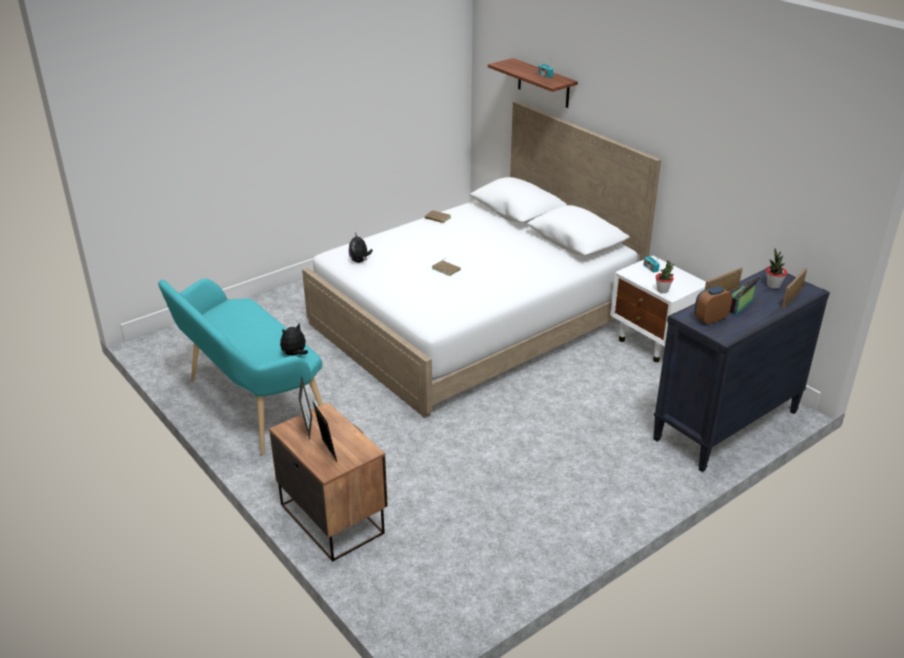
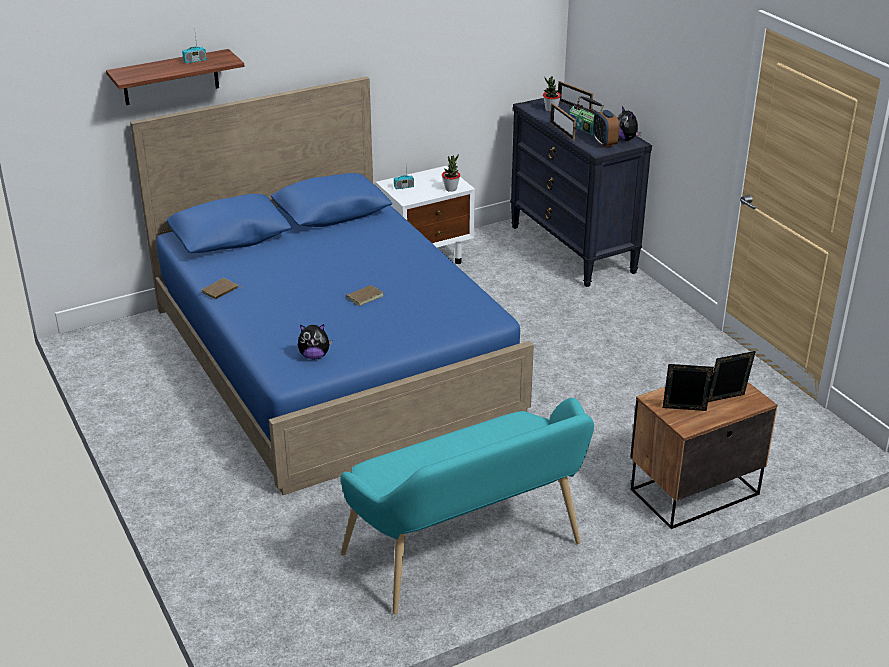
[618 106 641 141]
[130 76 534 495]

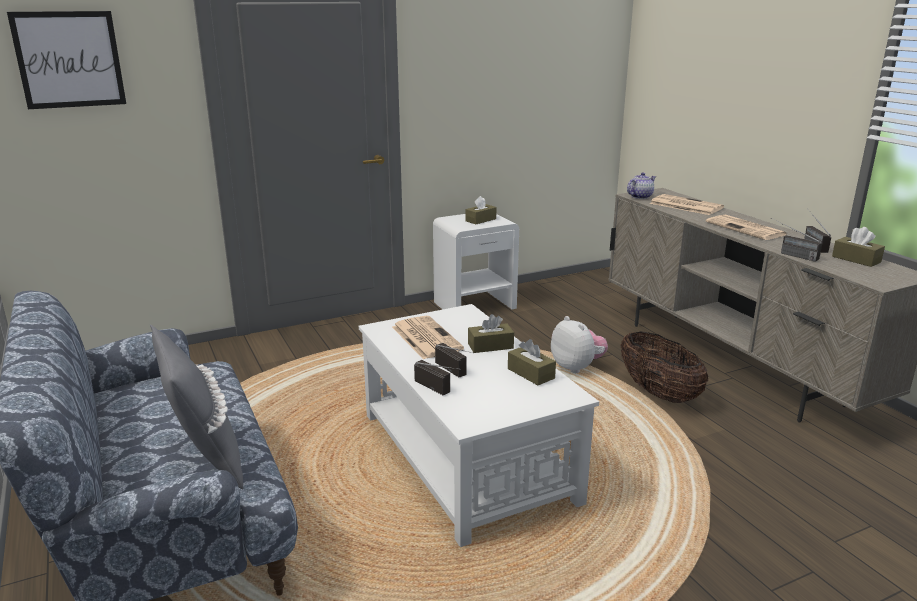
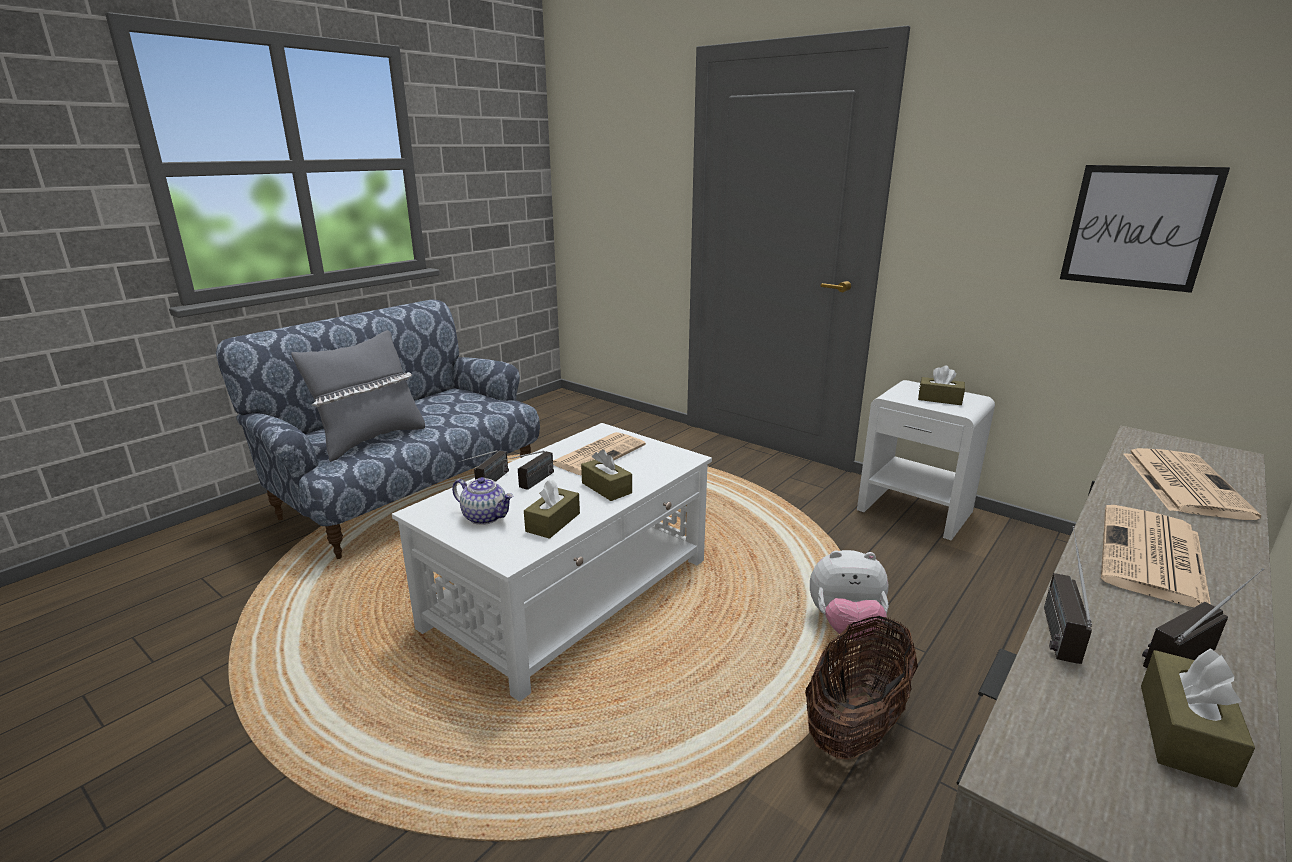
[1060 165 1230 293]
[810 550 889 640]
[452 477 514 525]

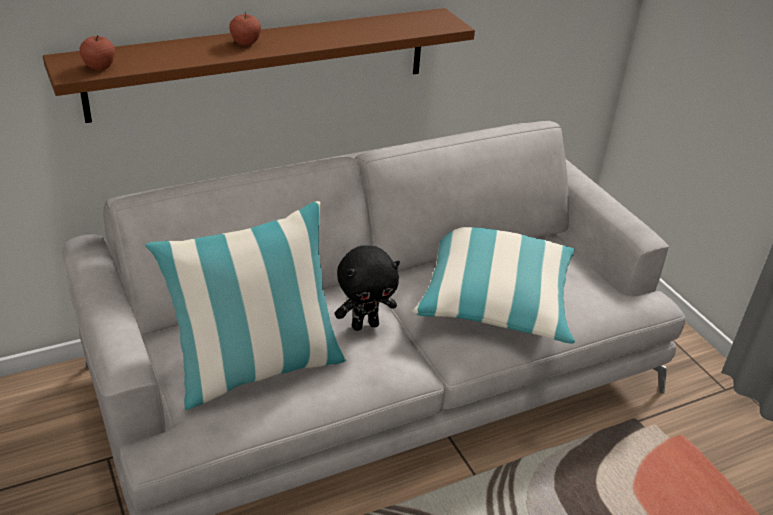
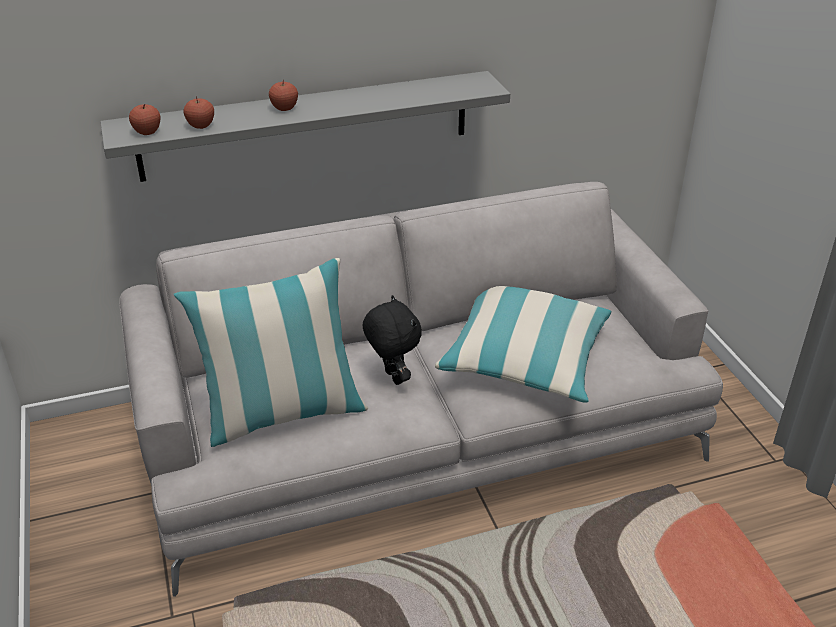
[100 71 510 182]
[363 295 422 385]
[184 97 214 129]

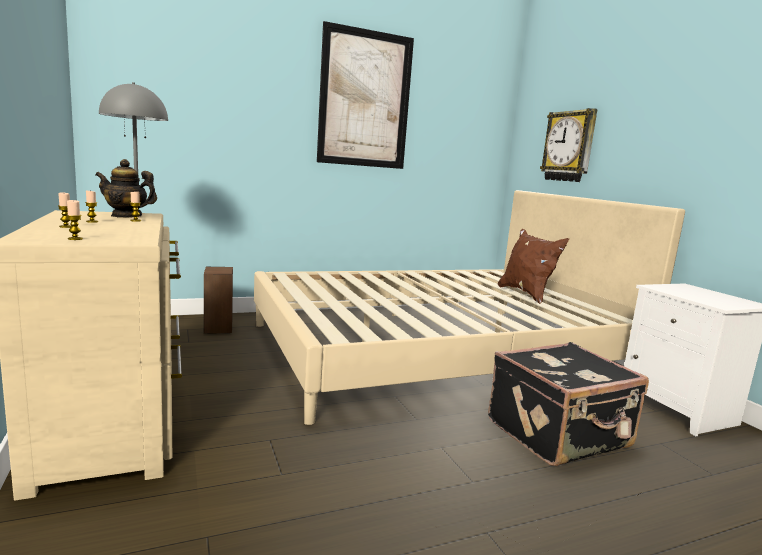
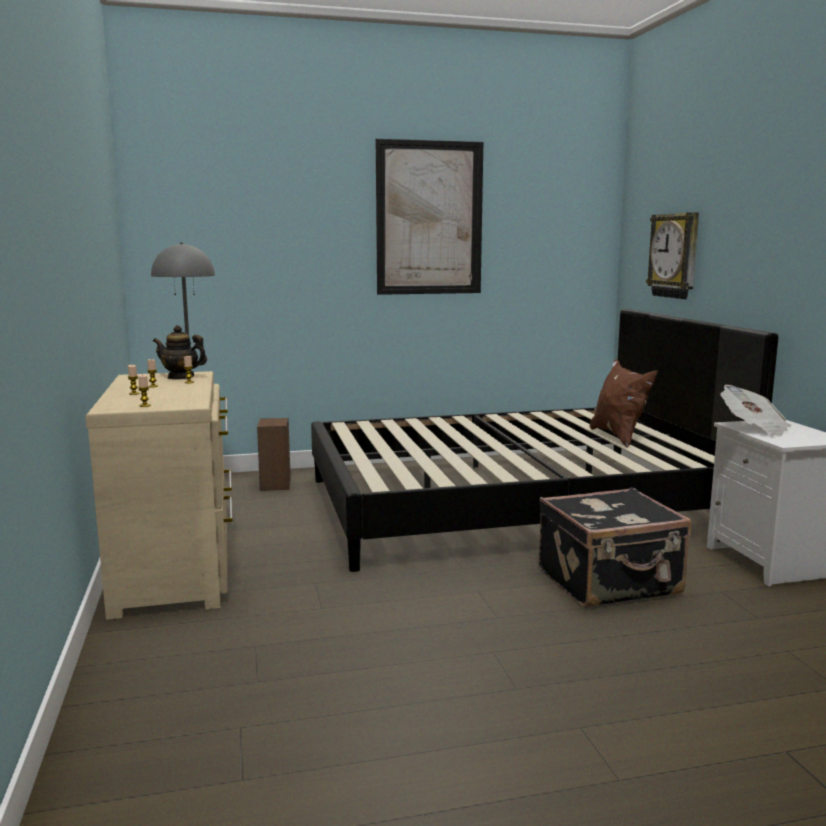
[311 309 778 572]
[720 385 791 437]

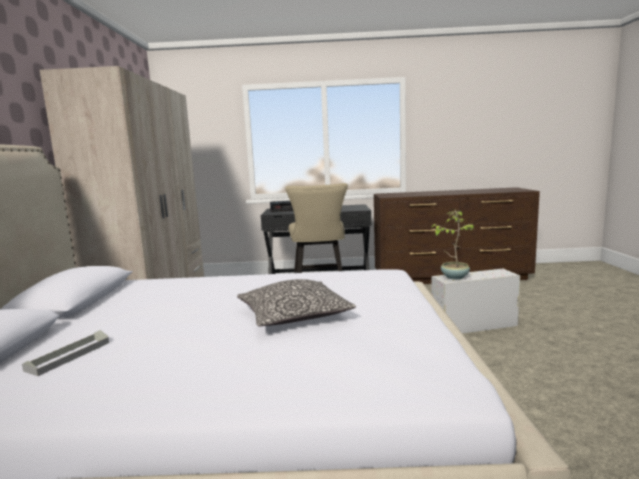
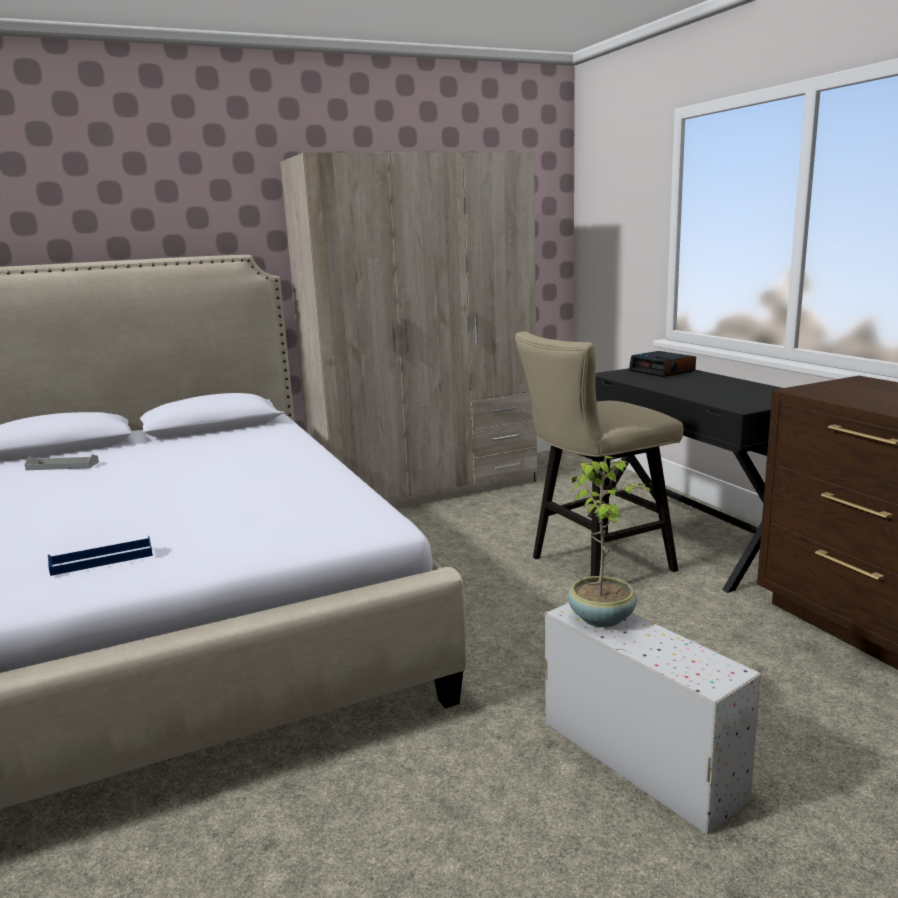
[237 279 356 326] (first image)
[48 536 153 576]

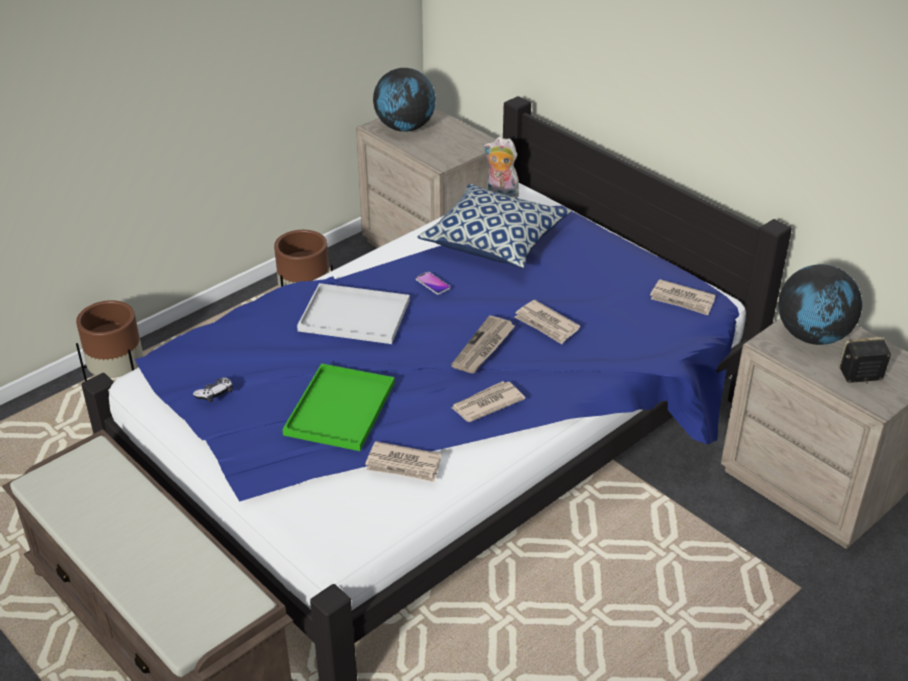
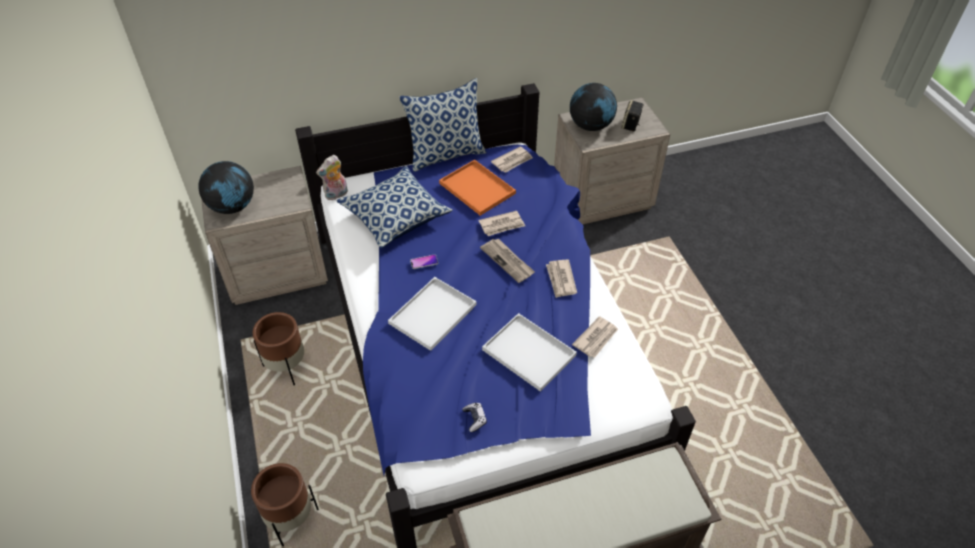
[482 313 577 392]
[399 78 487 172]
[439 160 516 216]

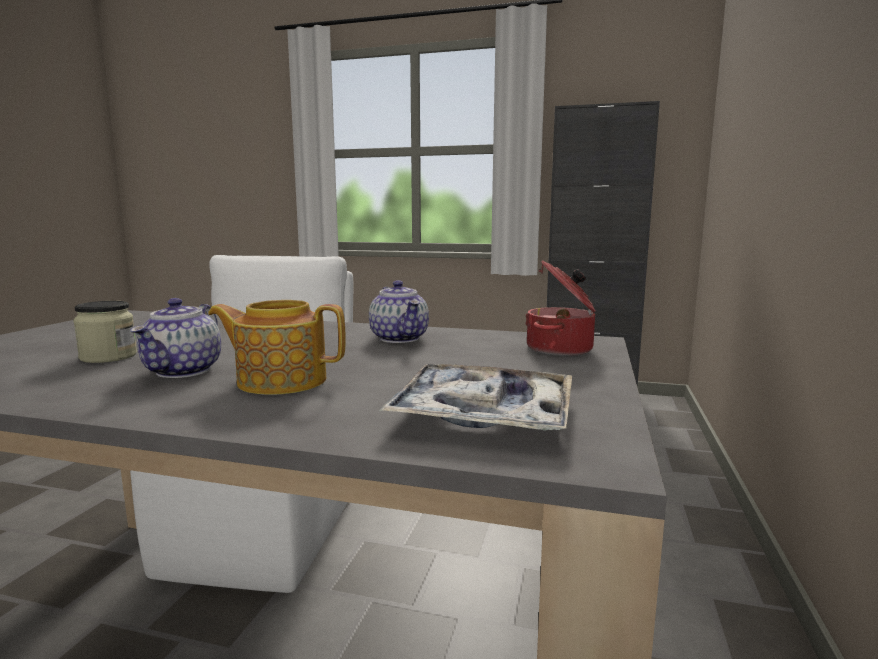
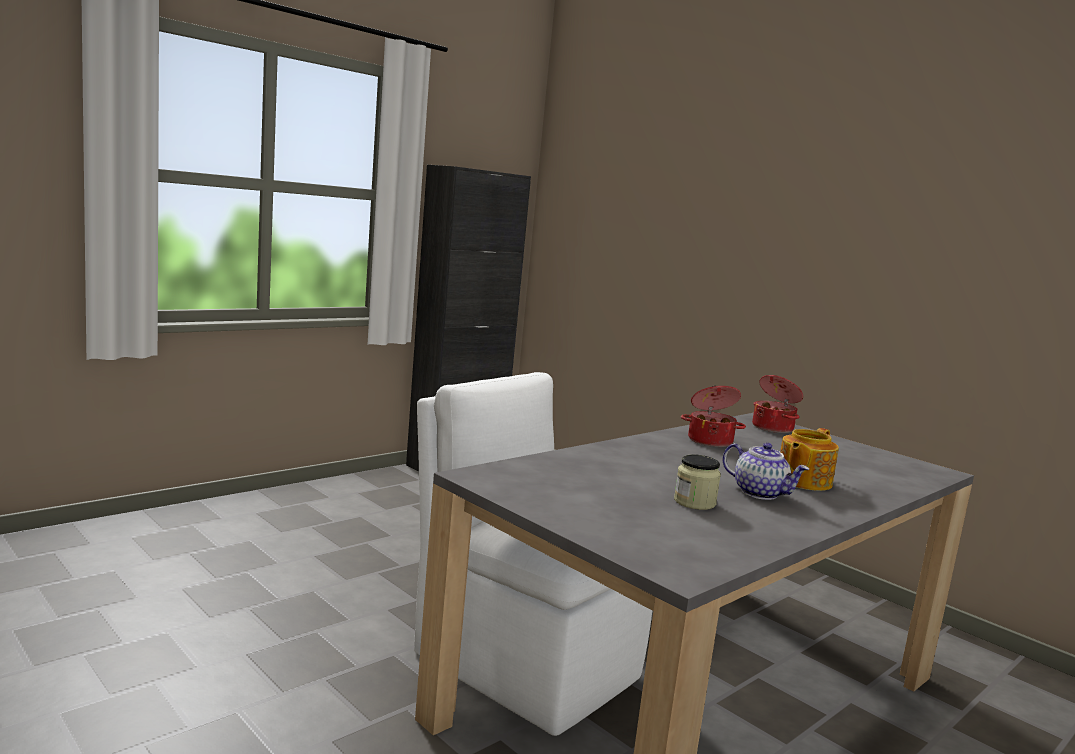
[681 386 746 447]
[379 364 572 431] (first image)

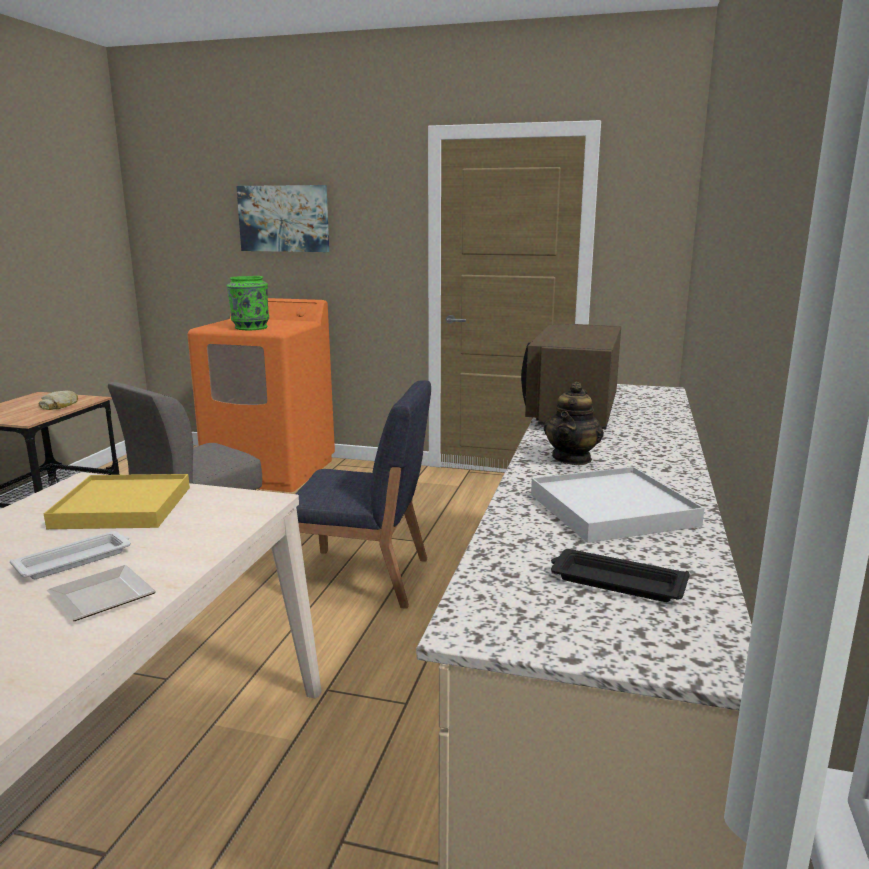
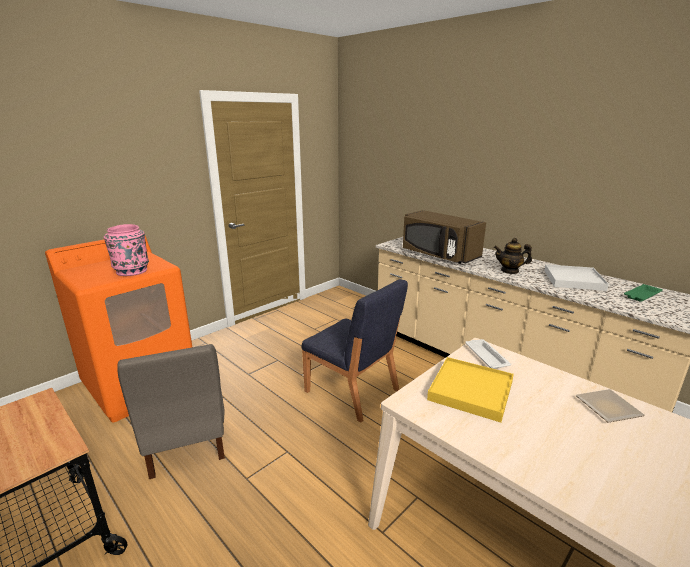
[465 339 511 369]
[39 391 78 410] (first image)
[104 224 149 276]
[236 185 329 252] (first image)
[301 279 408 423]
[494 238 532 274]
[624 284 663 302]

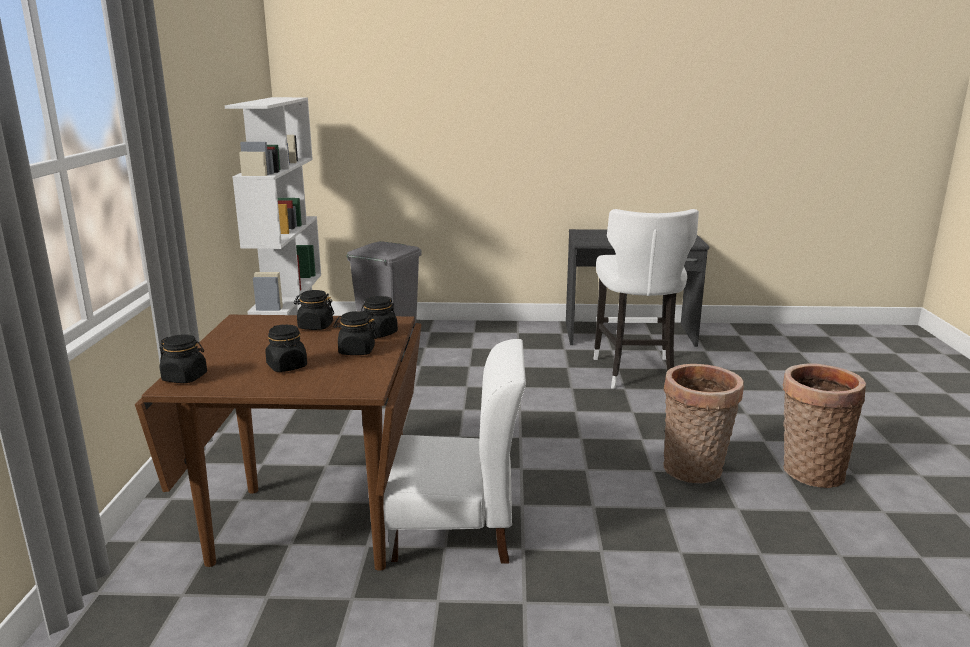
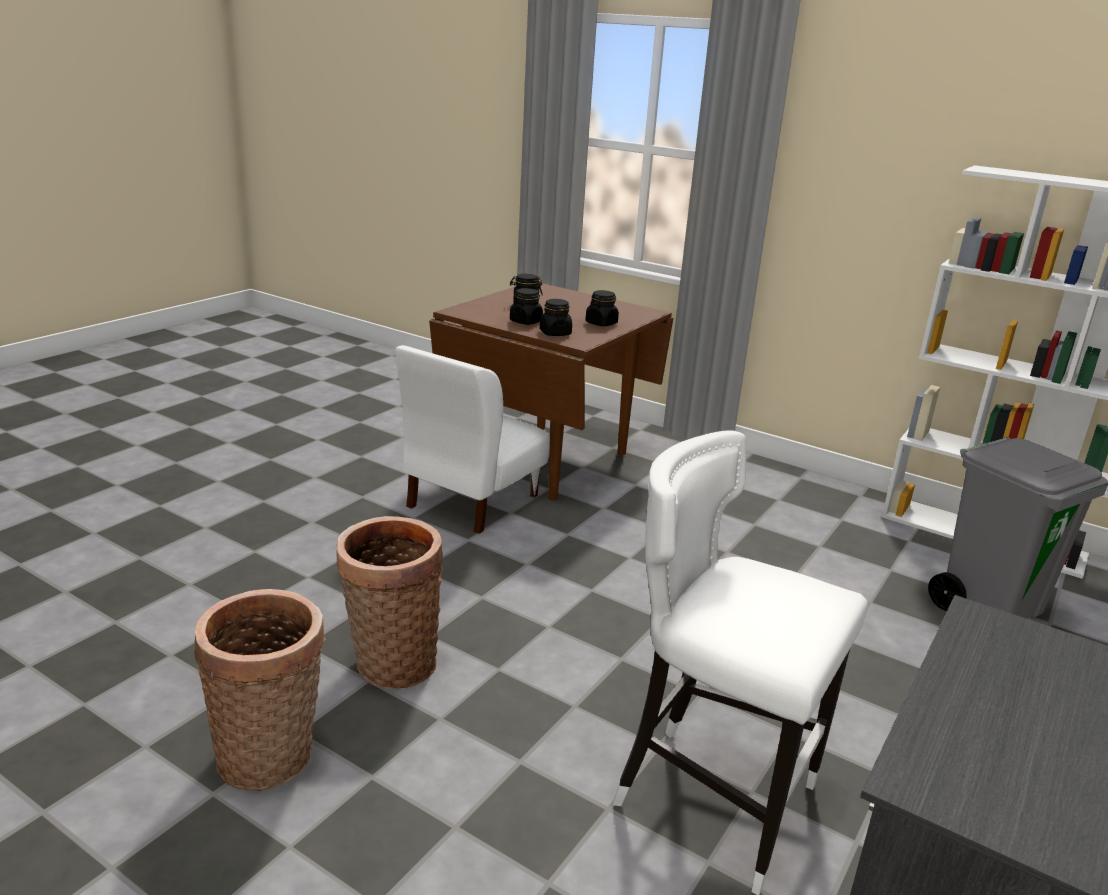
[159 334 207 383] (first image)

